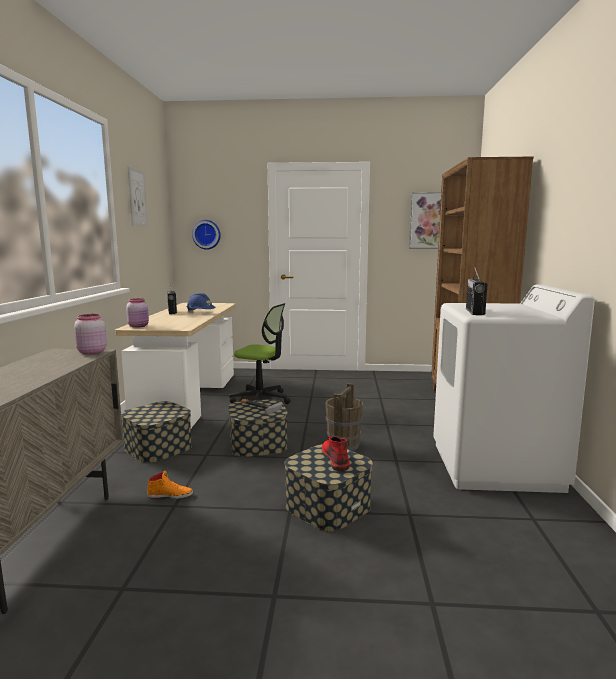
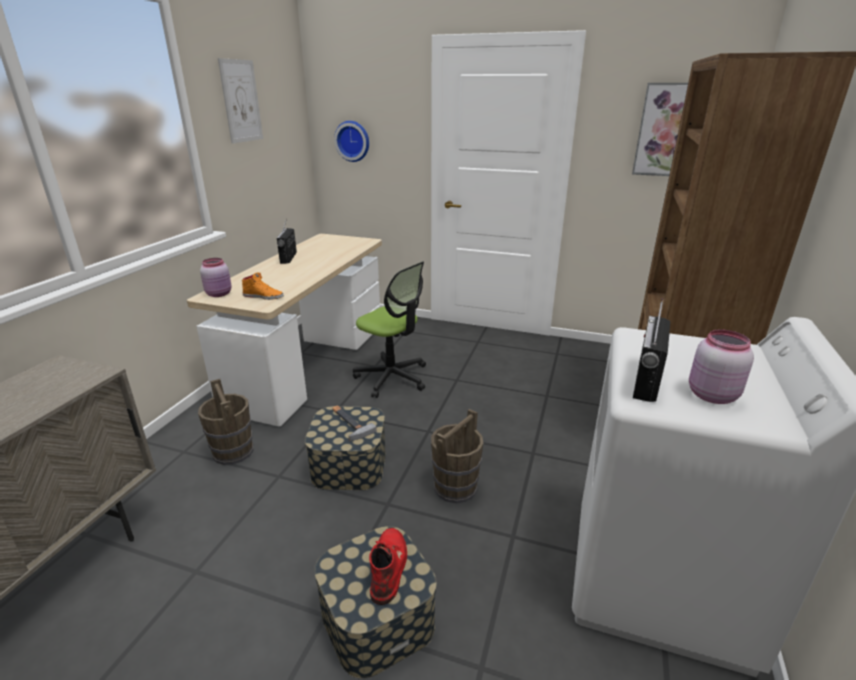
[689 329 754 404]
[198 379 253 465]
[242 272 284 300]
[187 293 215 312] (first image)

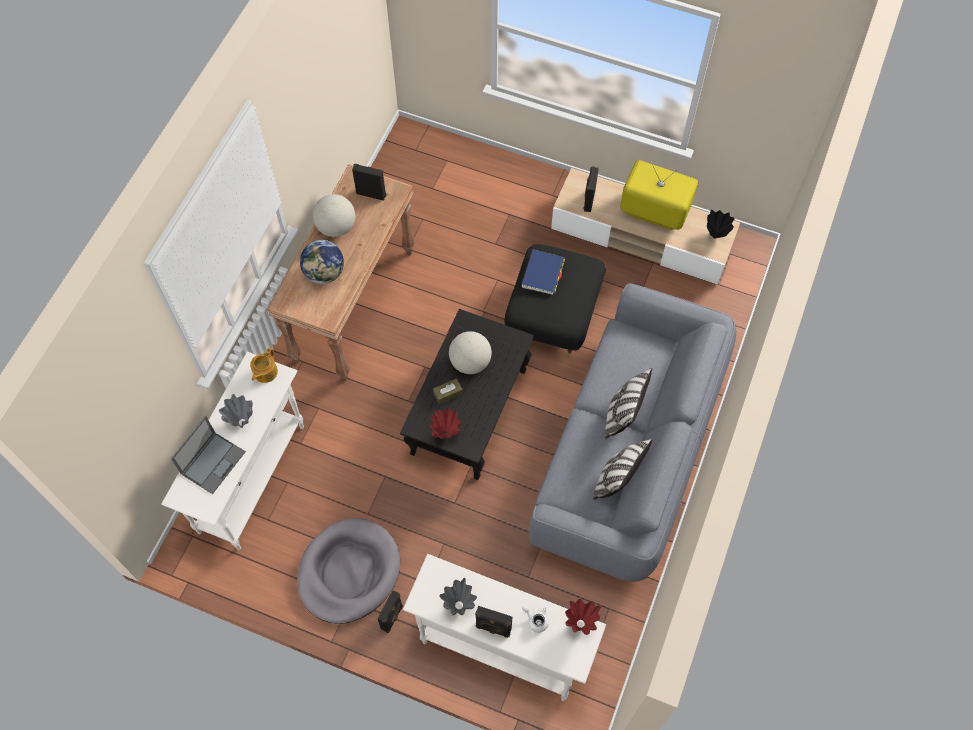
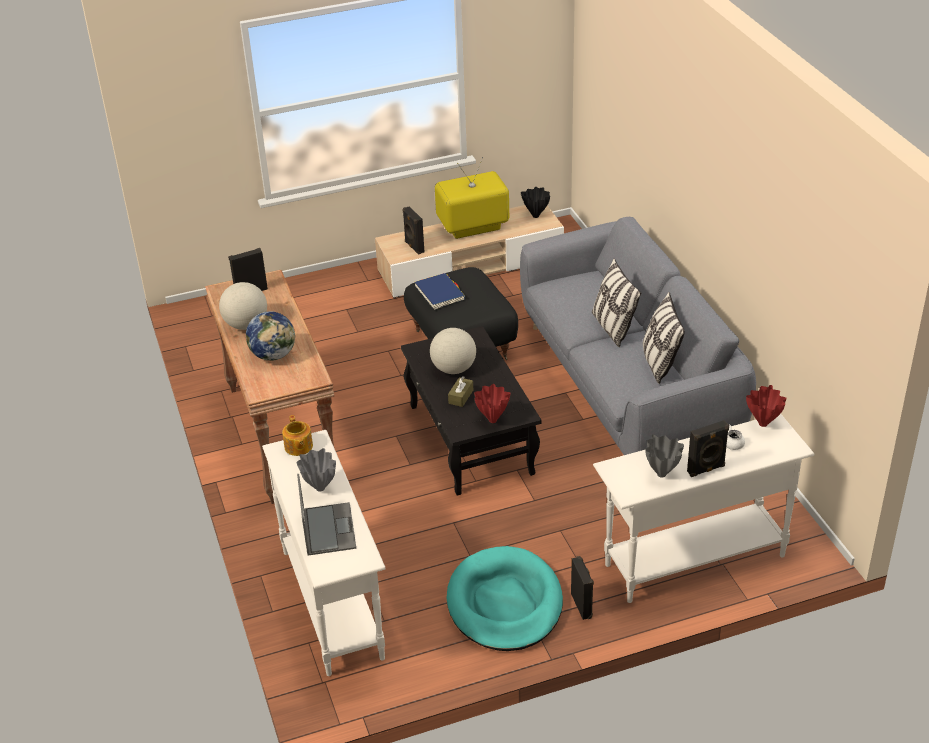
[447 546 563 651]

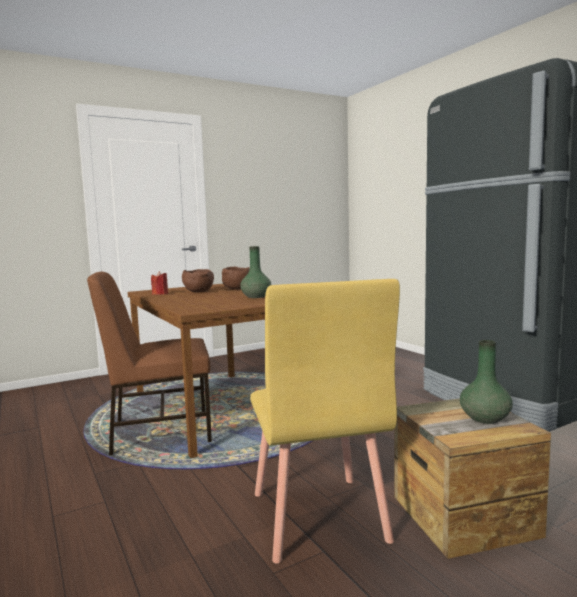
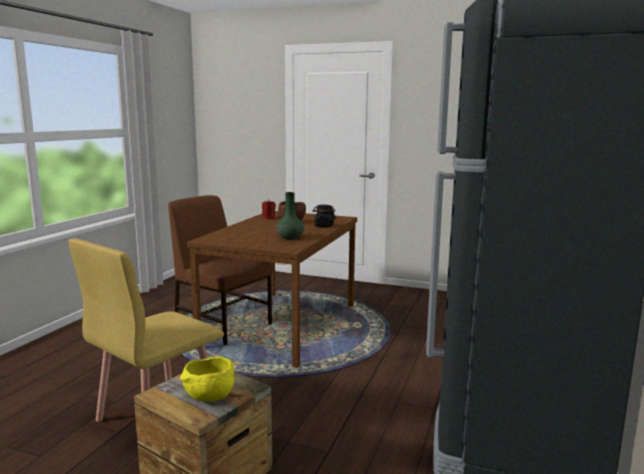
[312 205 336 227]
[180 356 234 401]

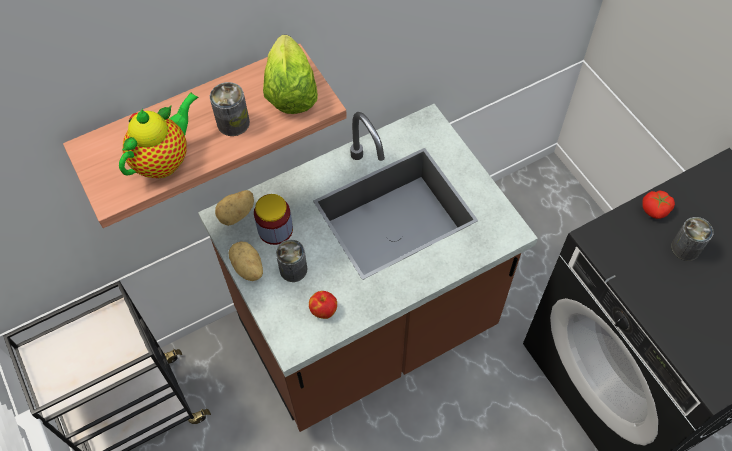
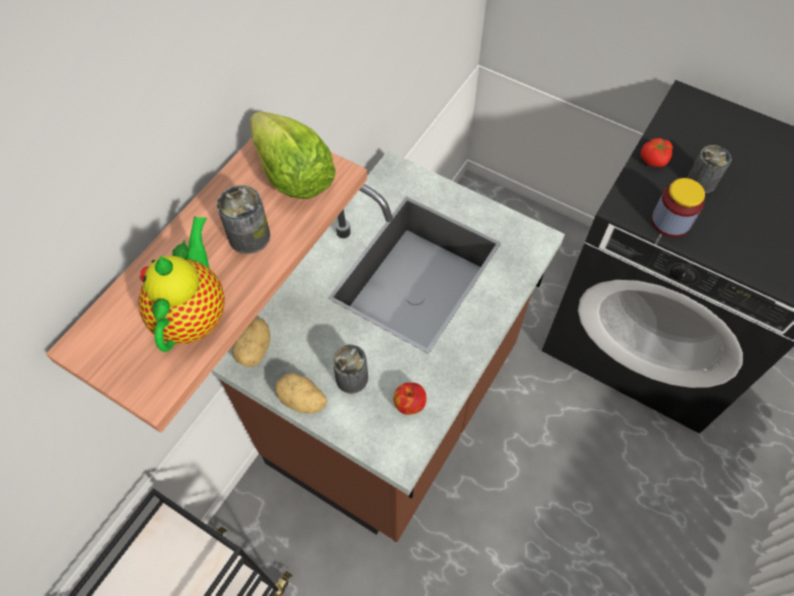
[651 178 705 237]

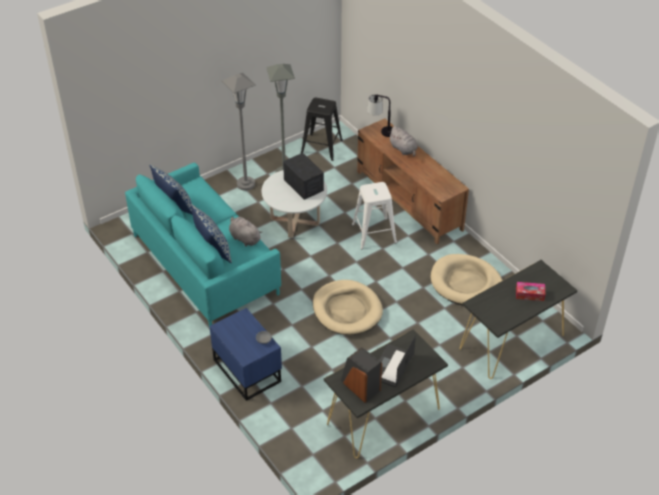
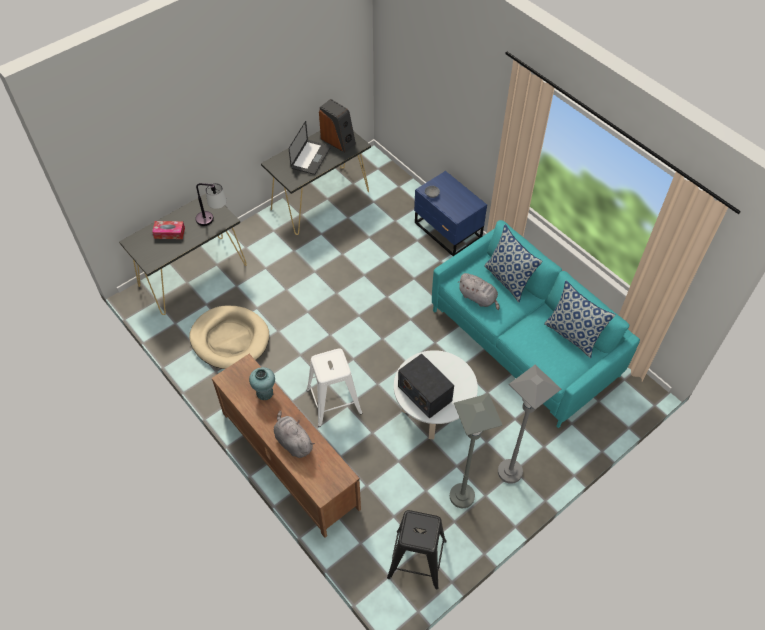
[313 280 383 335] (first image)
[195 183 227 226]
[249 367 275 400]

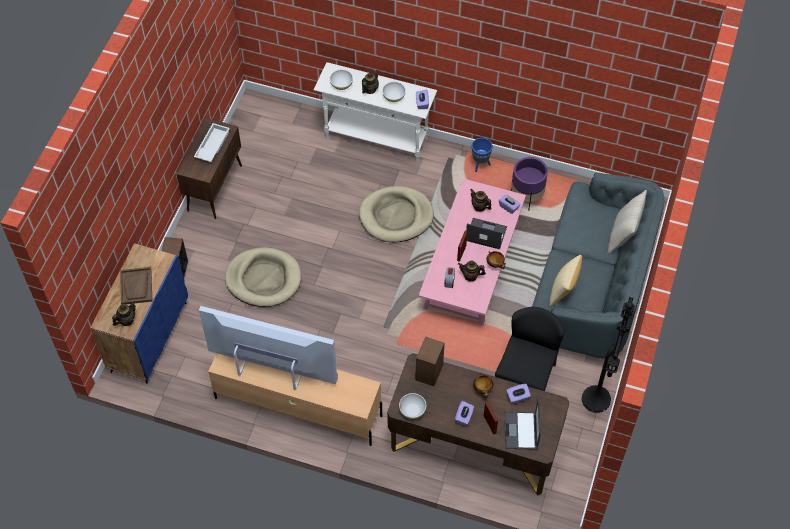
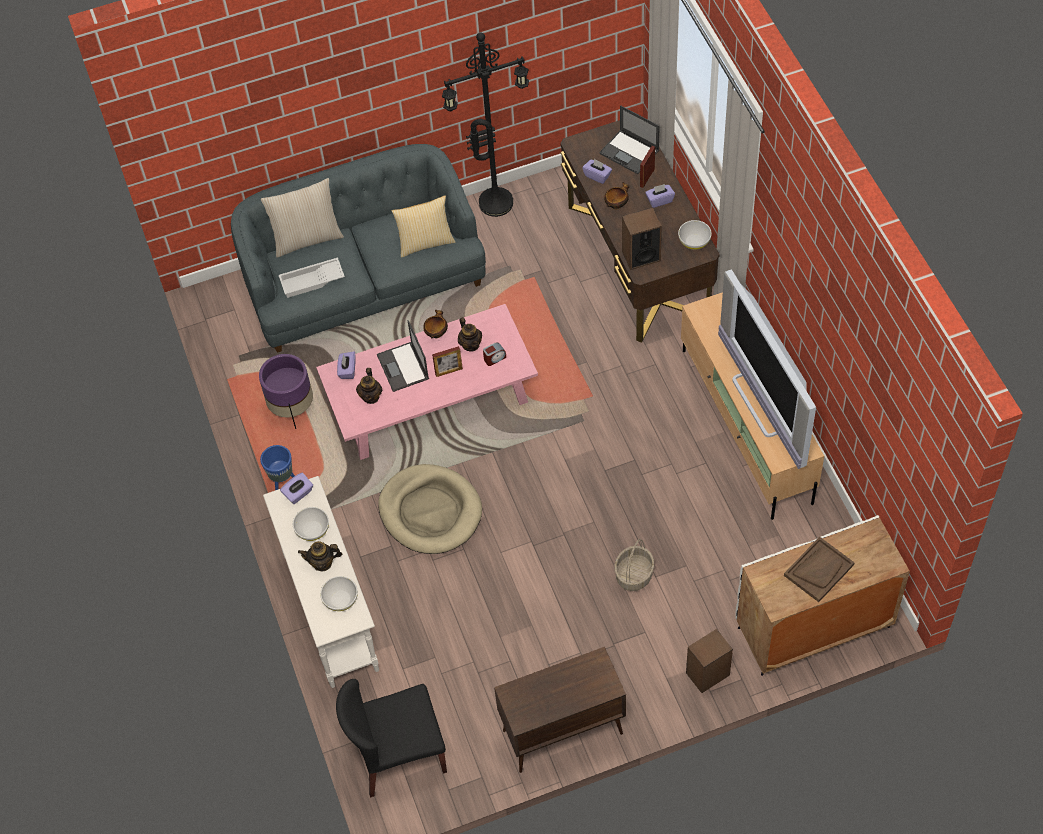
[736 515 910 676]
[112 301 136 326] (first image)
[279 258 345 298]
[614 539 654 591]
[336 679 447 798]
[599 105 660 174]

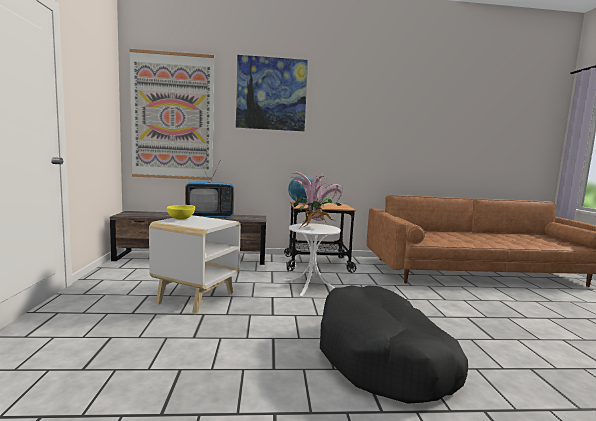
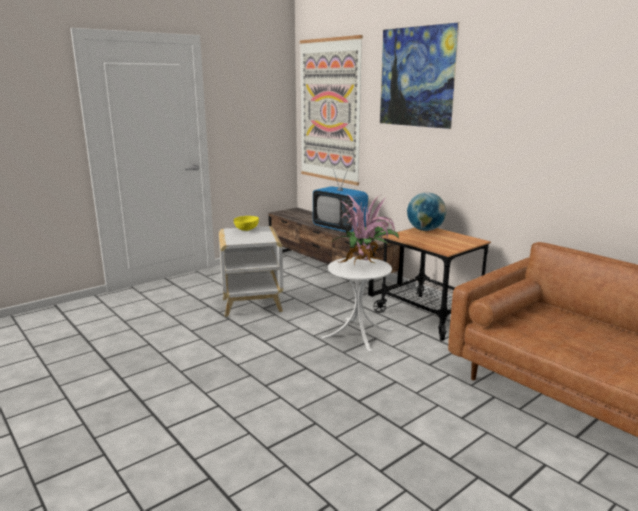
[320 285 468 404] (first image)

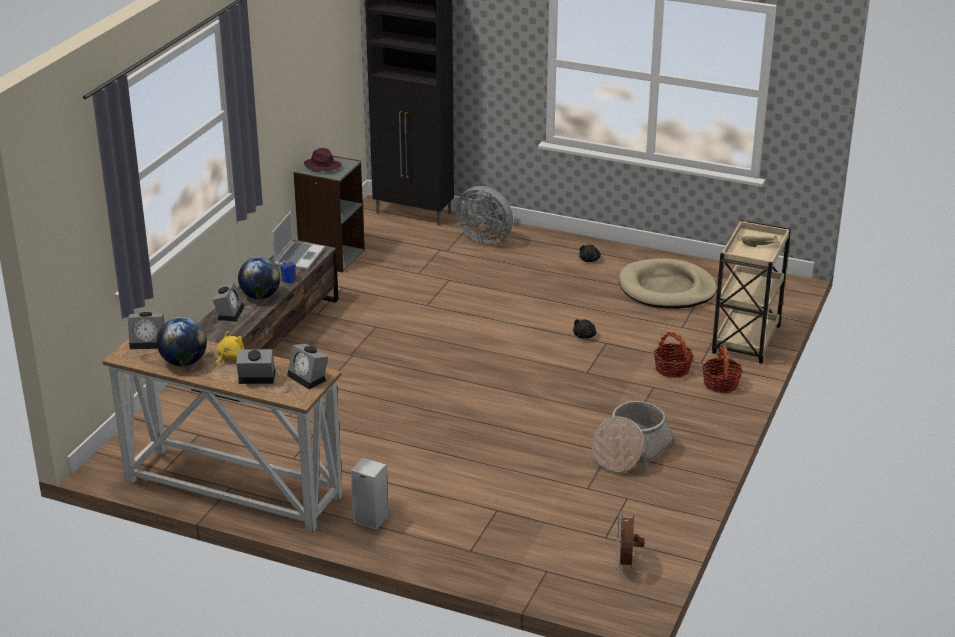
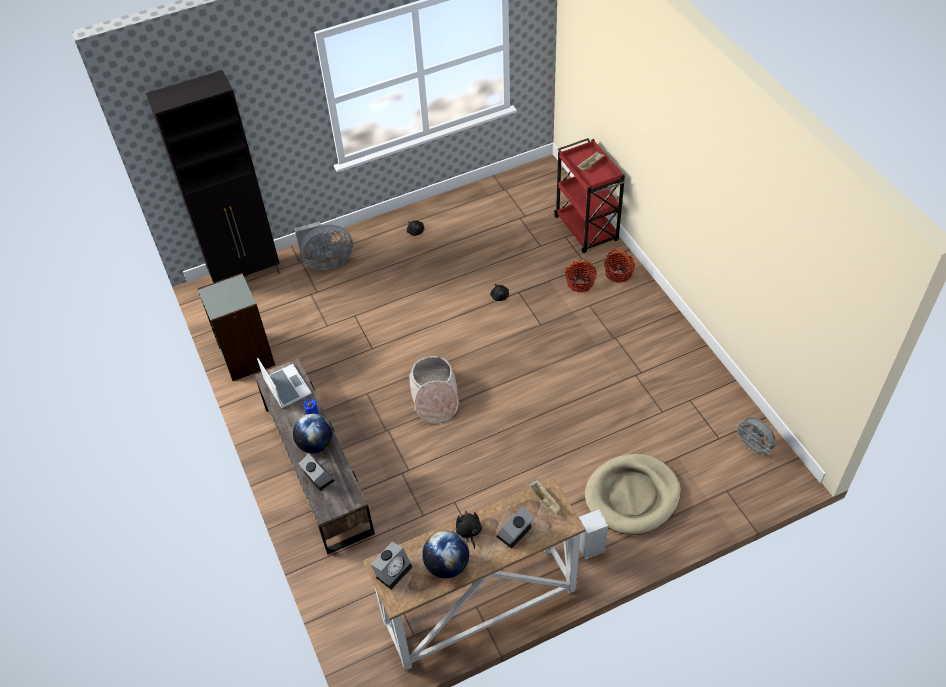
[456 510 482 549]
[528 479 561 515]
[304 148 342 172] (first image)
[409 356 460 423]
[735 417 776 457]
[585 454 681 535]
[554 138 625 253]

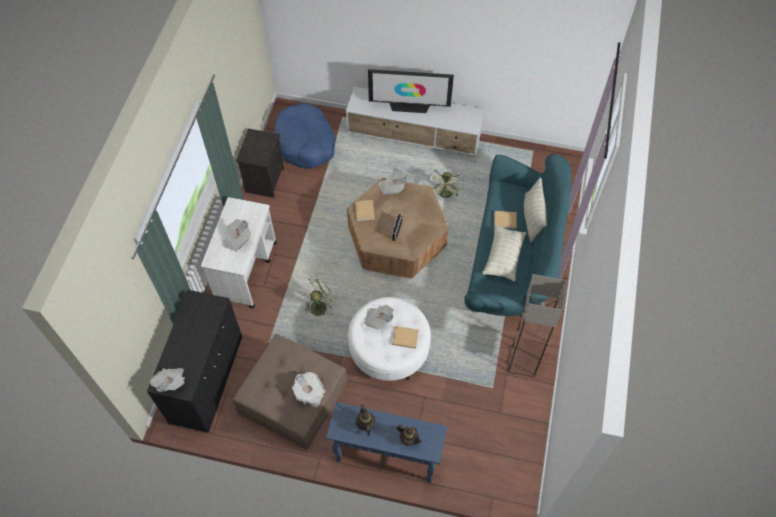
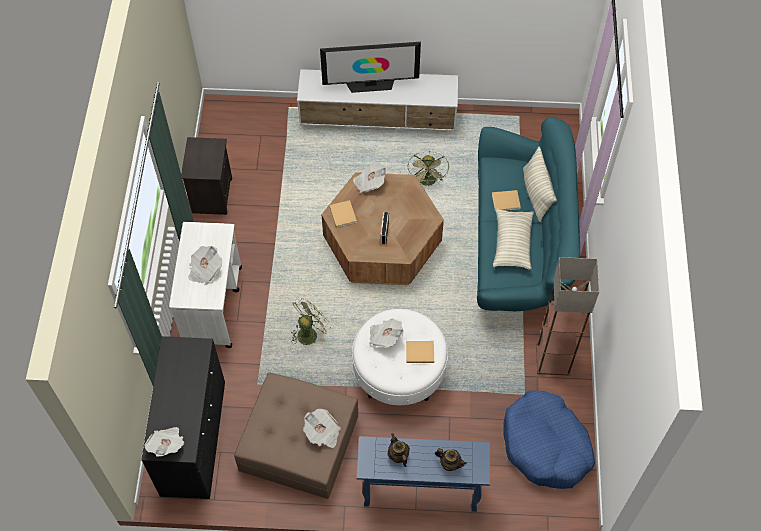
[503 390 595 489]

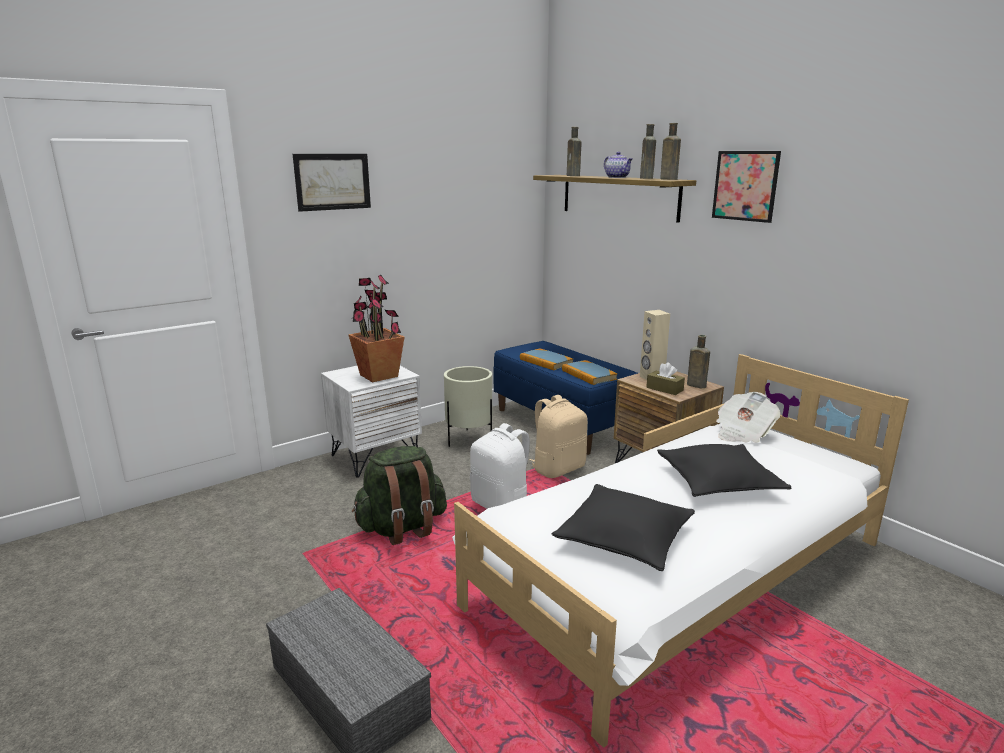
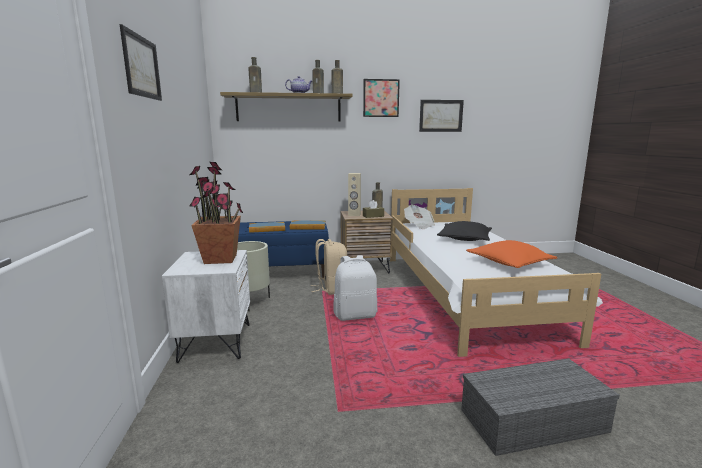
[352 446 447 545] (first image)
[467 240 557 268]
[419 100 464 132]

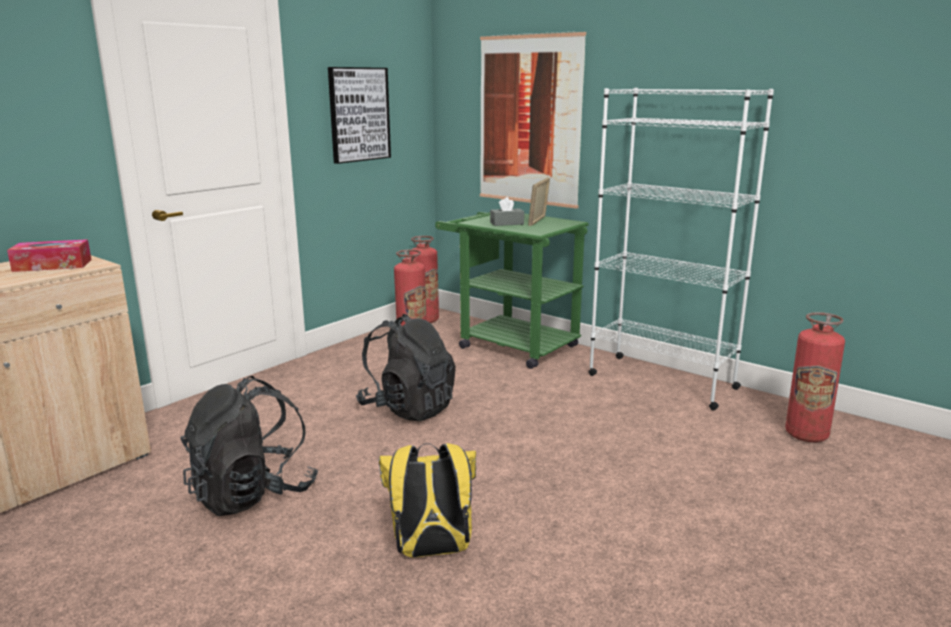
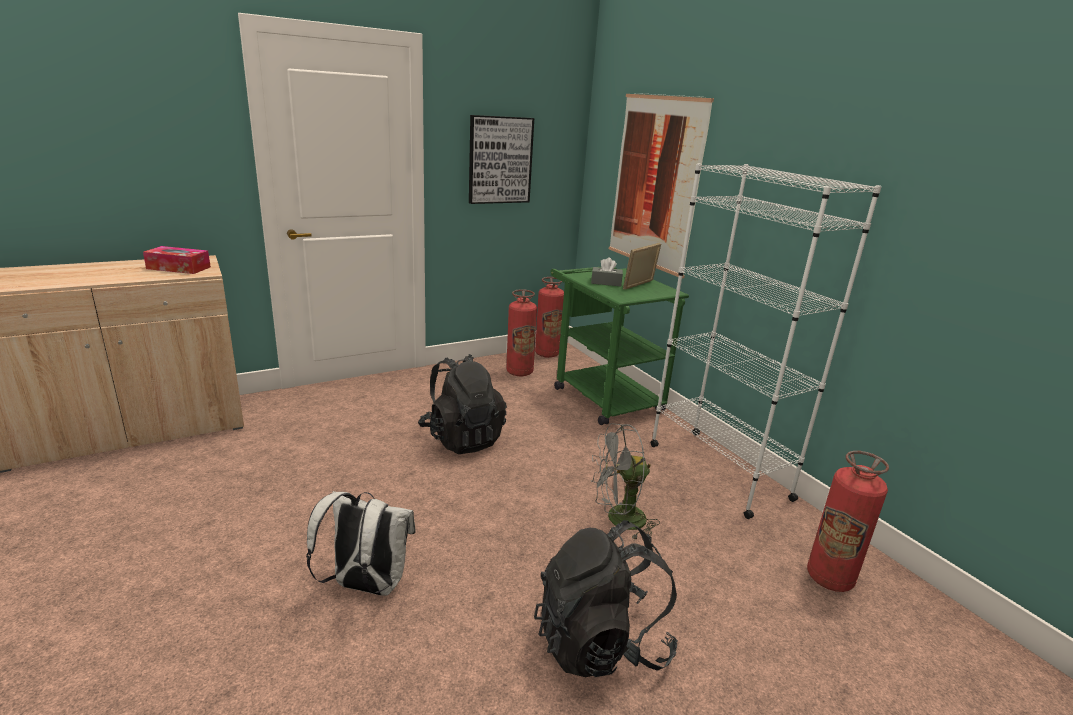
[534 520 678 677]
[306 491 416 596]
[591 423 660 540]

